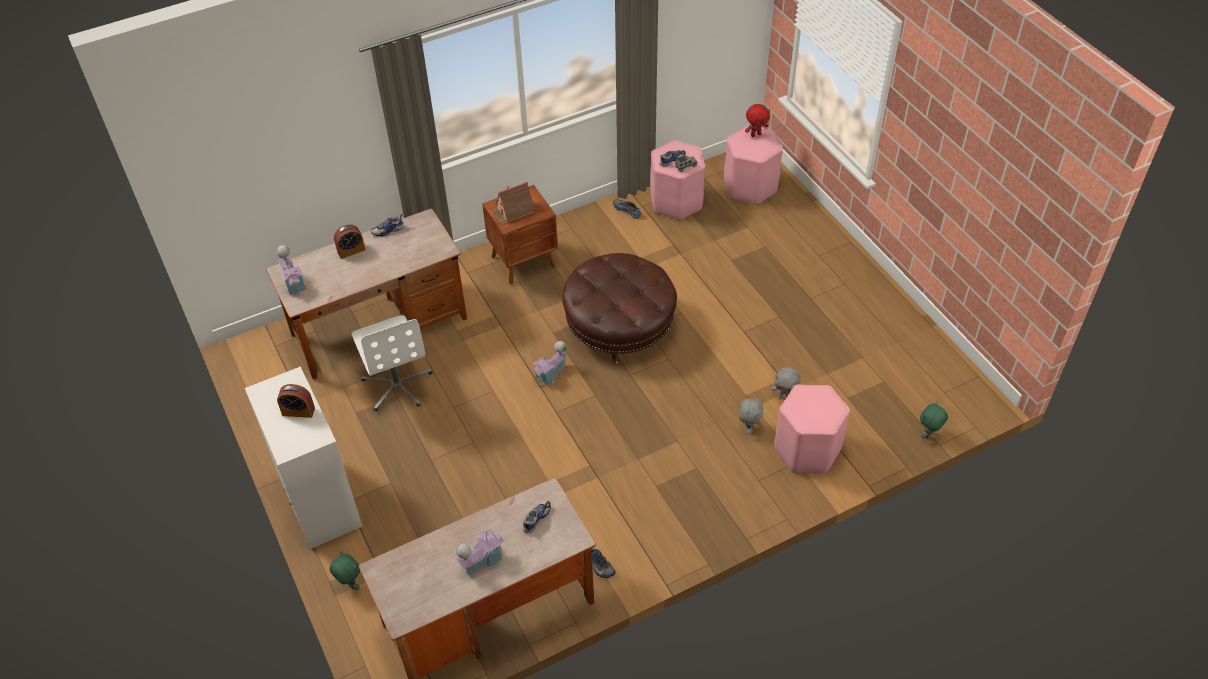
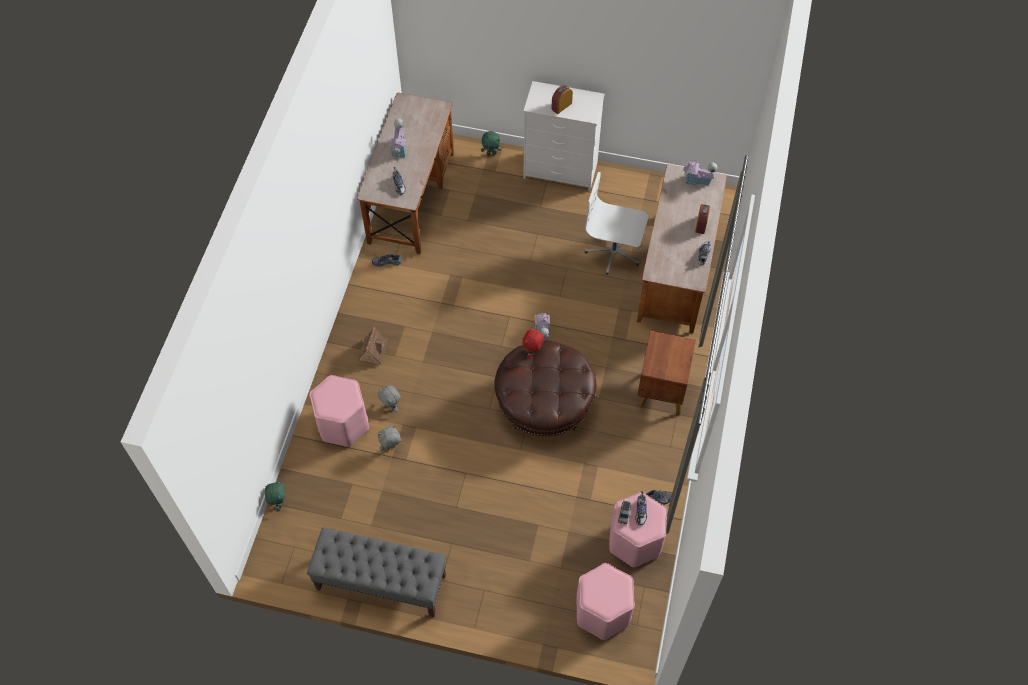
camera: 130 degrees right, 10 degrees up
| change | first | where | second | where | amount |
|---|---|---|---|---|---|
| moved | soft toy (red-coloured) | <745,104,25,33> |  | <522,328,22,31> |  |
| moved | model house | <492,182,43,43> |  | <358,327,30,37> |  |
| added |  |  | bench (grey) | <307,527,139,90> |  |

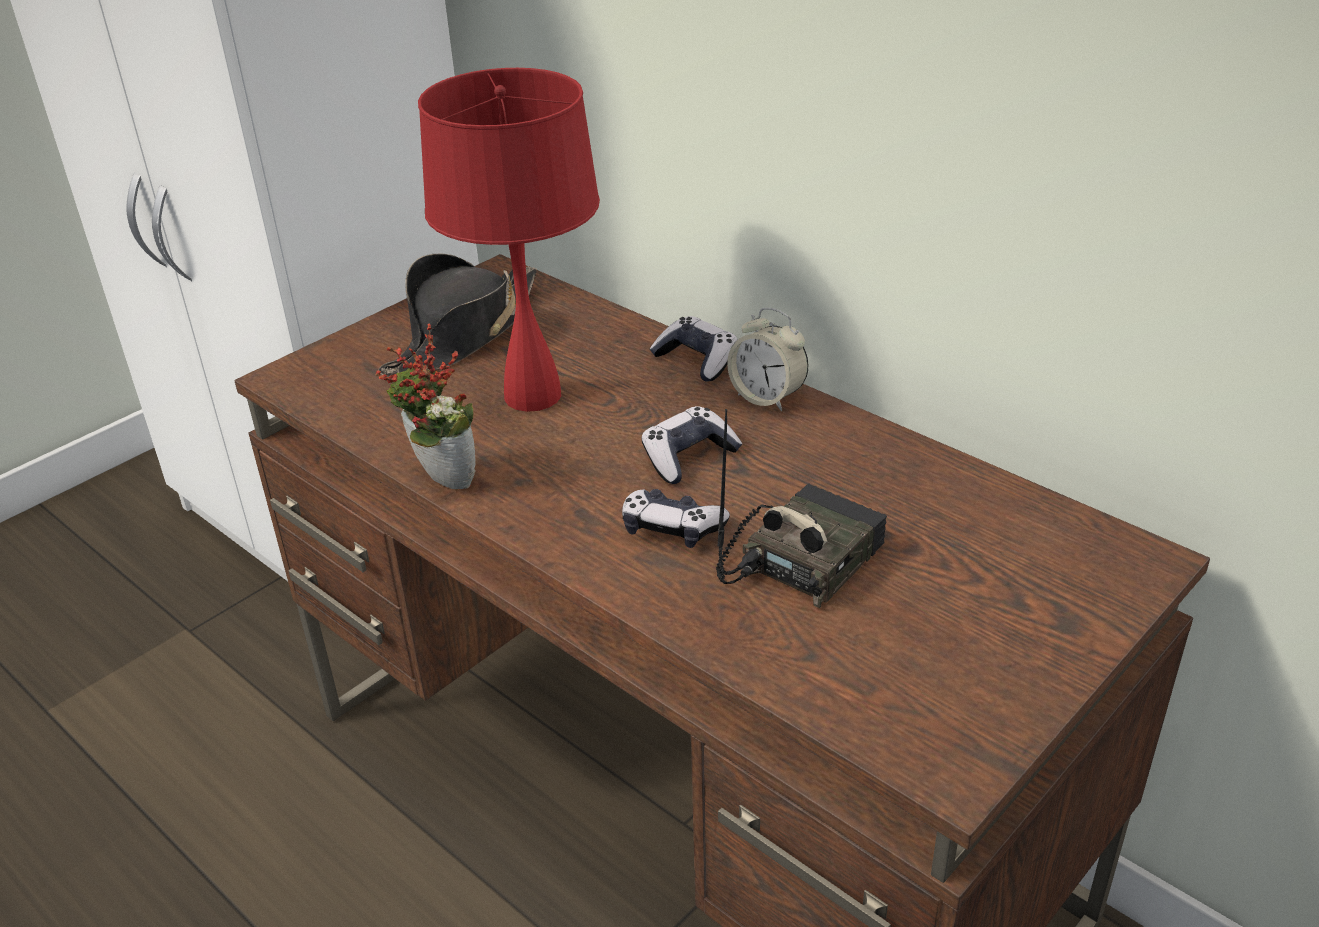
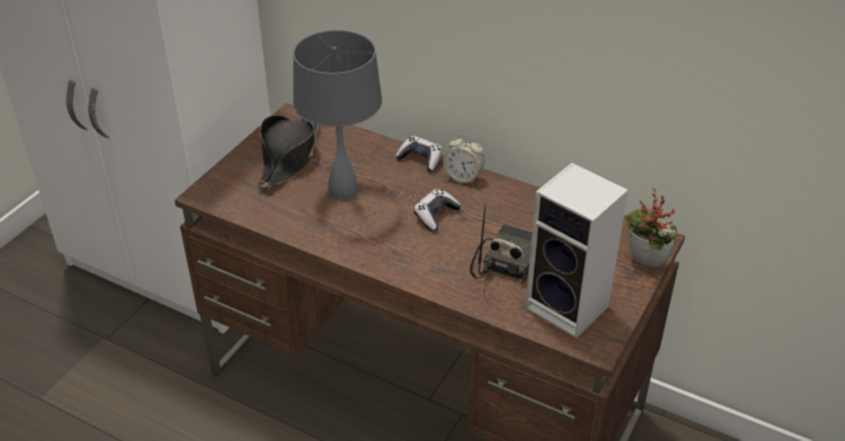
camera: 15 degrees left, 5 degrees up
| change | first | where | second | where | amount |
|---|---|---|---|---|---|
| recoloured | tabletop lamp (red-coloured) | <418,68,182,344> | tabletop lamp (grey) | <293,30,89,170> |  |
| moved | plant in a pot | <375,323,101,166> |  | <625,188,53,80> |  |
| removed | gamepad | <622,489,108,59> |  |  |  |
| added |  |  | loudspeaker | <525,163,103,175> |  |

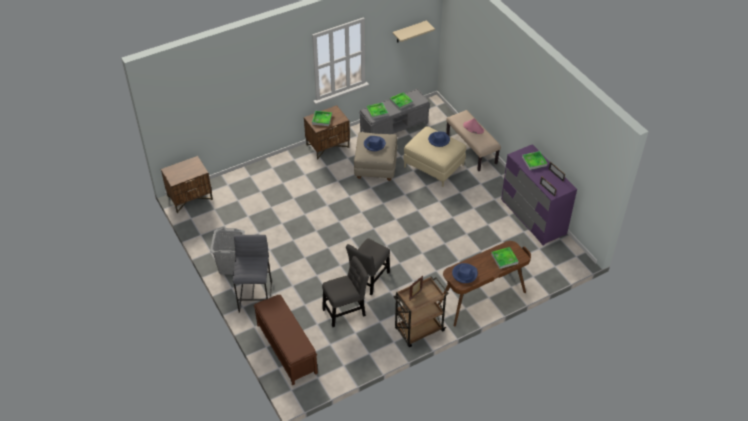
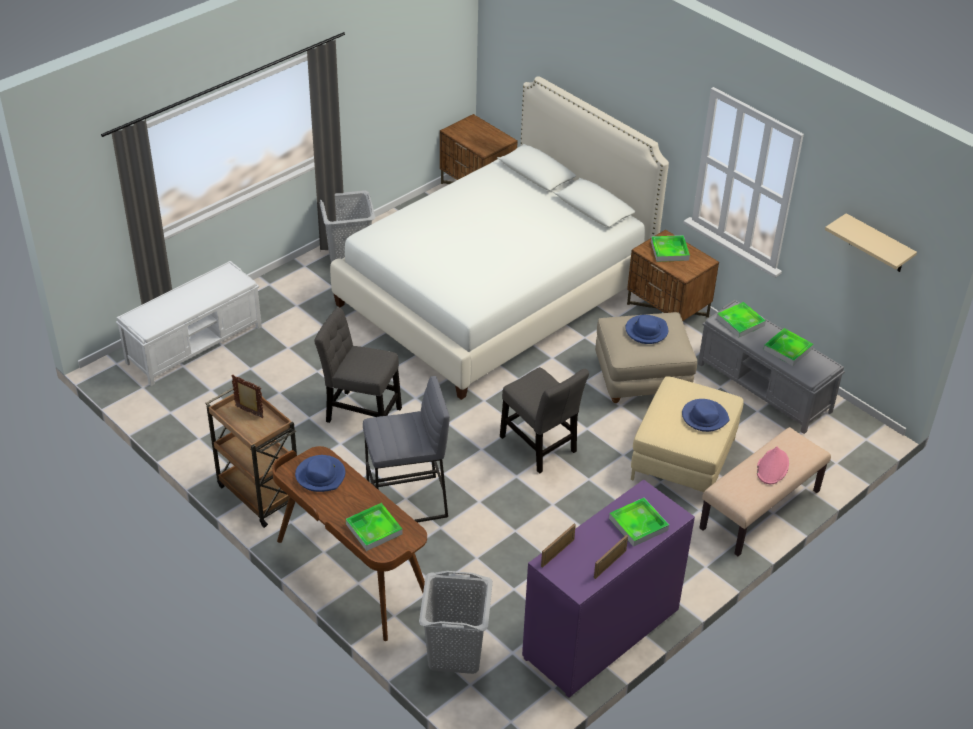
camera: 75 degrees right, 5 degrees down
| change | first | where | second | where | amount |
|---|---|---|---|---|---|
| moved | sitting stool (grey) | <233,235,39,78> |  | <363,376,87,147> |  |
| moved | chair (grey) | <322,256,47,71> |  | <500,367,89,107> |  |
| recoloured | bench (brownish) | <254,295,64,90> | bench (white) | <116,261,146,125> |  |
| added |  |  | bedroom bed (white) | <330,76,339,324> |  |
| added |  |  | washing basket (grey) | <419,571,74,103> |  |

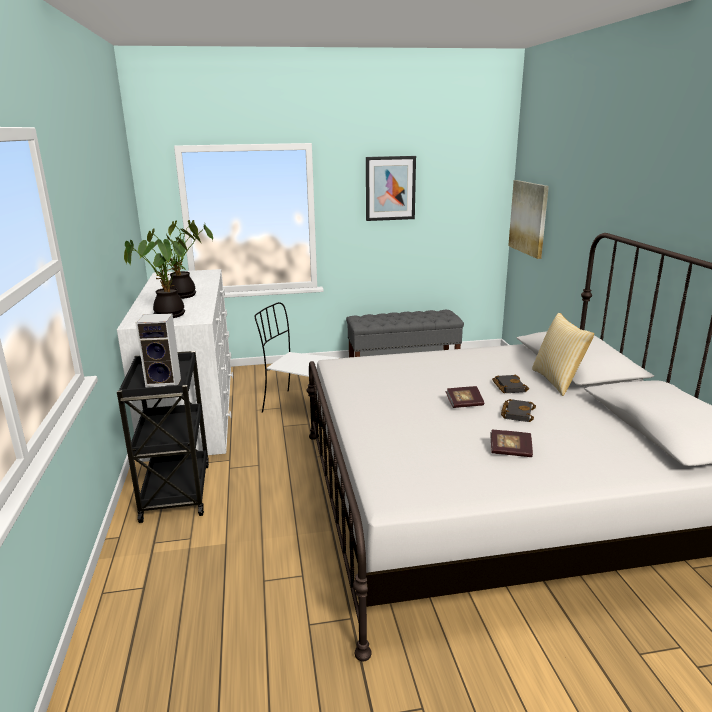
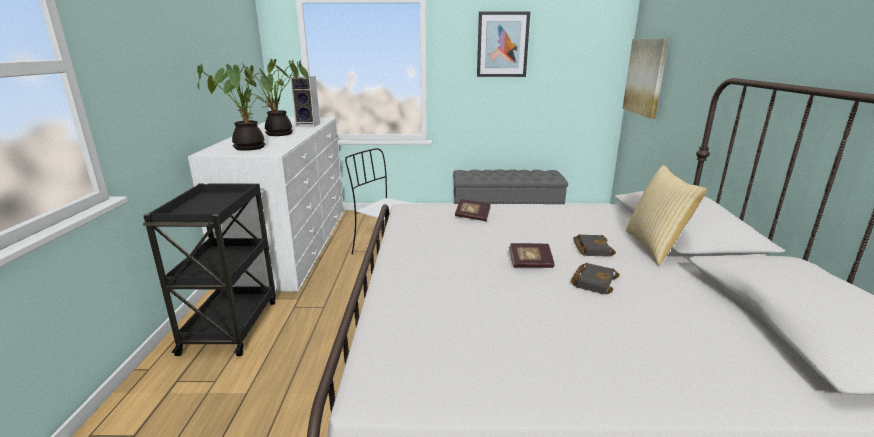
camera: 10 degrees right, 0 degrees up
| change | first | where | second | where | amount |
|---|---|---|---|---|---|
| moved | loudspeaker | <136,313,45,75> |  | <290,76,30,51> |  |
| moved | bound book | <490,430,43,27> |  | <455,199,36,22> |  |

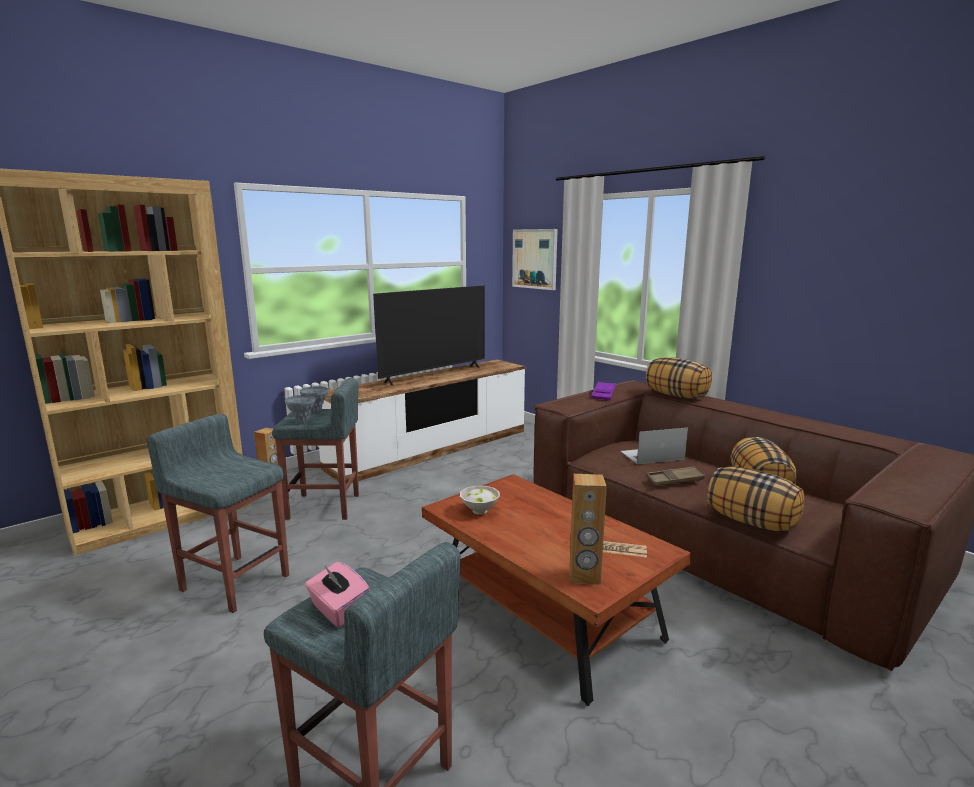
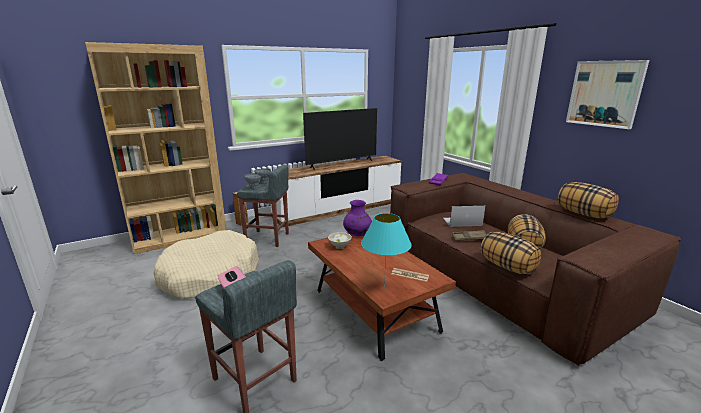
camera: 10 degrees right, 5 degrees up
| change | first | where | second | where | amount |
|---|---|---|---|---|---|
| moved | wall picture | <512,229,46,61> |  | <566,60,83,69> |  |
| moved | cushion | <645,357,67,42> |  | <557,182,62,36> |  |
| replaced | sitting stool (grey) | <147,414,142,199> | pet bed (beige-coloured) | <154,230,105,69> |  |
| replaced | loudspeaker (brownish) | <569,474,38,111> | tabletop lamp (turquoise-coloured) | <361,213,51,76> |  |
| added |  |  | decorative vase (purplish) | <343,200,29,37> |  |

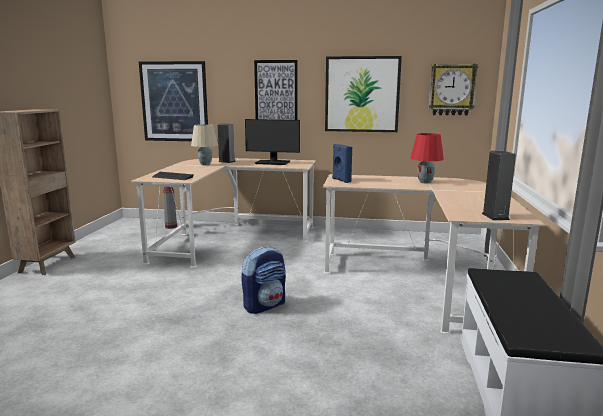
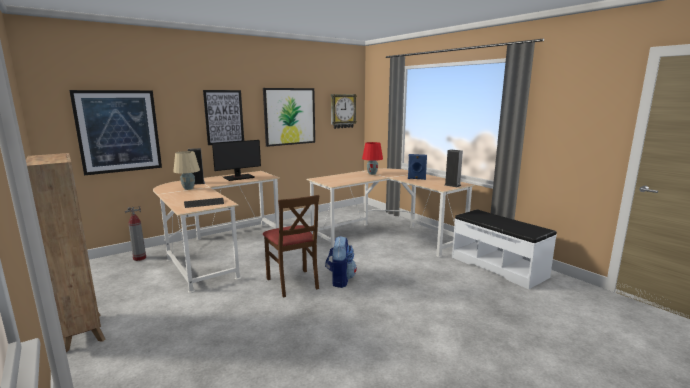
camera: 45 degrees left, 0 degrees up
| change | first | where | second | where | amount |
|---|---|---|---|---|---|
| moved | loudspeaker (blue) | <332,144,20,39> |  | <408,154,19,26> |  |
| added |  |  | chair (brownish) | <263,195,56,102> |  |

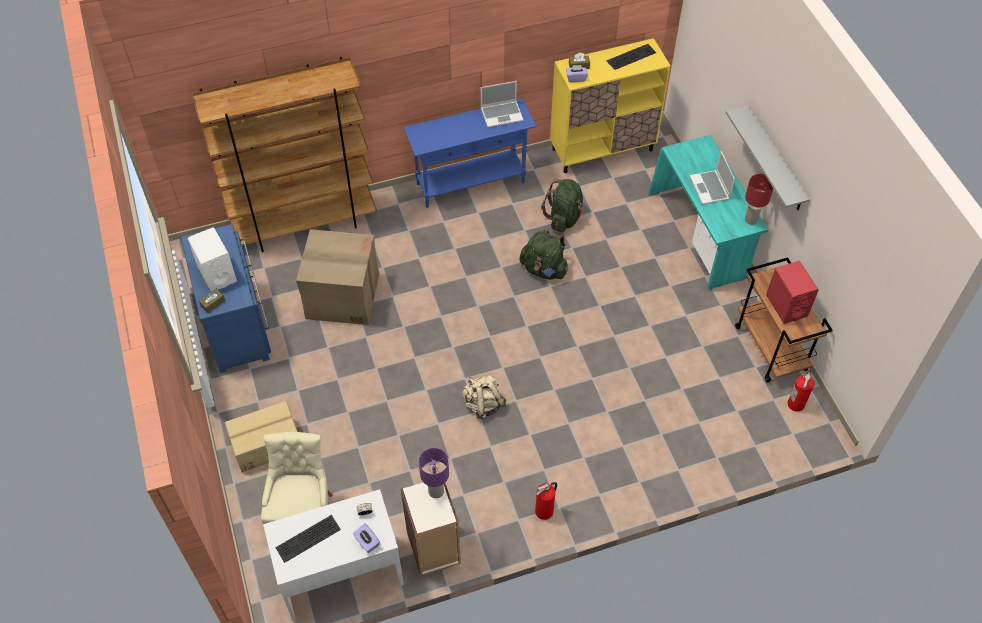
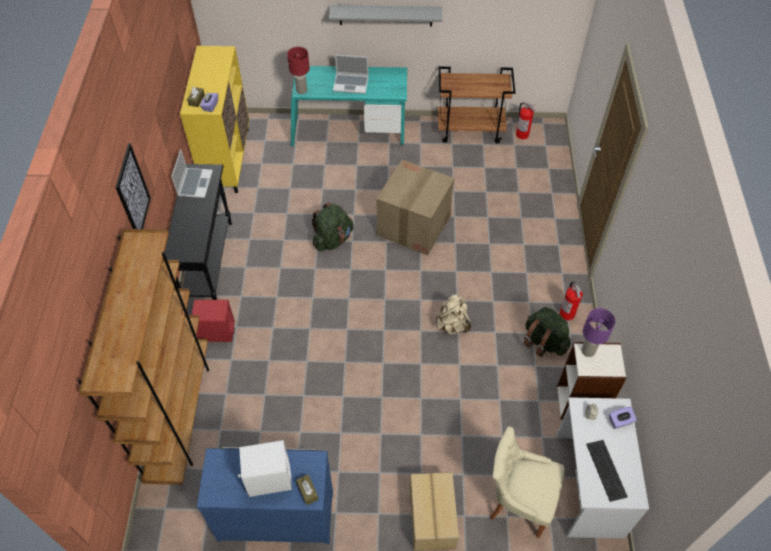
camera: 70 degrees left, 0 degrees up
| change | first | where | second | where | amount |
|---|---|---|---|---|---|
| removed | PC keyboard | <606,44,50,26> |  |  |  |
| recoloured | narrow table (blue) | <403,98,133,110> | narrow table (black-coloured) | <163,164,69,136> |  |
| moved | tabletop lamp (red-coloured) | <745,174,28,51> |  | <287,47,23,47> |  |
| moved | rucksack (green) | <541,179,44,53> |  | <524,307,47,50> |  |
| moved | carton | <296,229,83,96> |  | <376,160,79,95> |  |
| moved | loudspeaker (red-coloured) | <766,261,53,63> |  | <192,300,43,42> |  |
| added |  |  | wall picture | <115,143,36,86> |  |

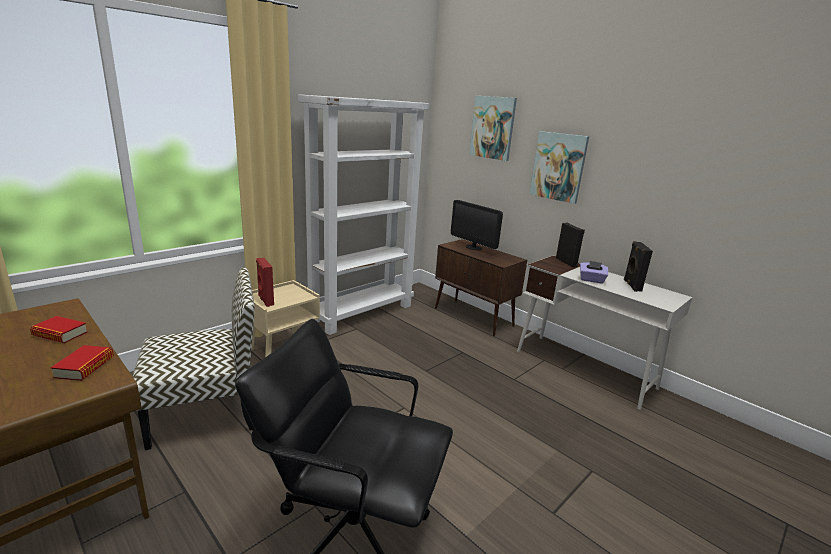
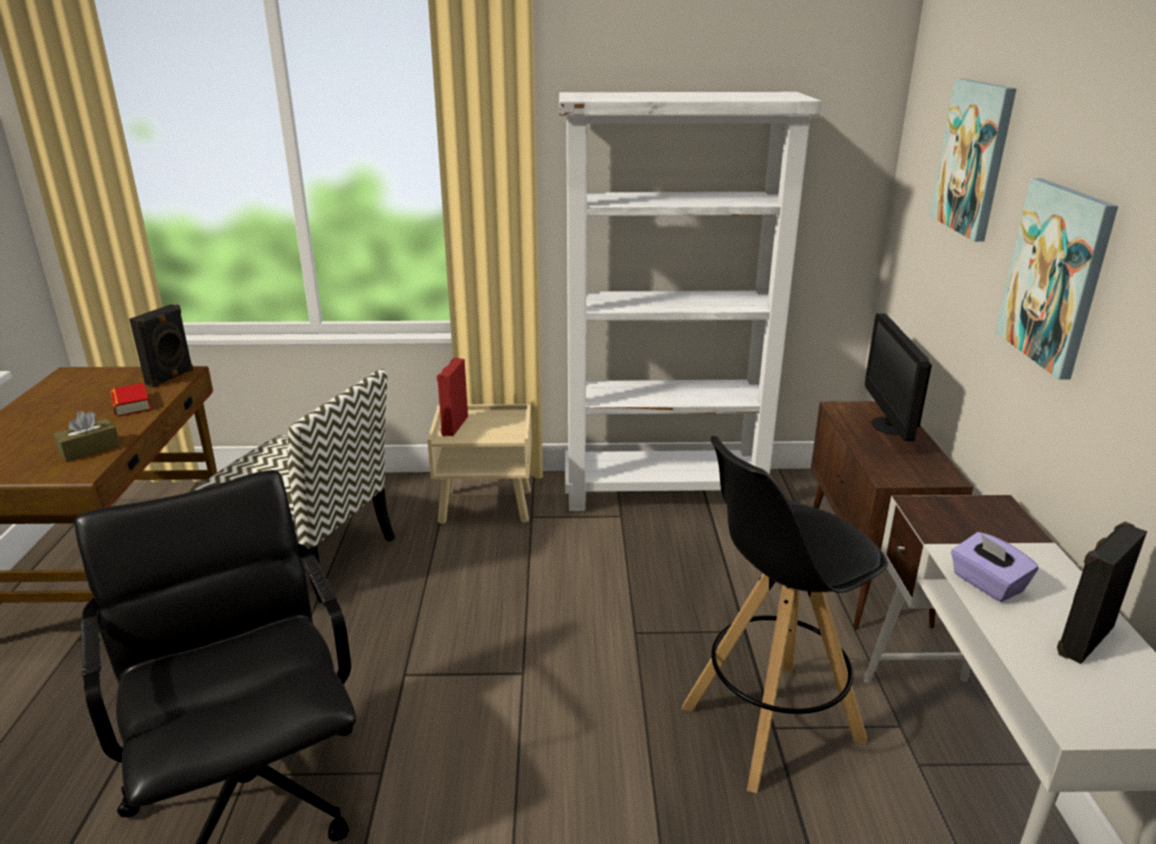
camera: 45 degrees right, 5 degrees up
| change | first | where | second | where | amount |
|---|---|---|---|---|---|
| moved | loudspeaker (black-coloured) | <556,223,29,44> |  | <129,304,65,83> |  |
| replaced | bound book | <51,345,63,36> | tissue box (brownish) | <53,411,67,51> |  |
| added |  |  | sitting stool (black-coloured) | <681,436,207,357> |  |

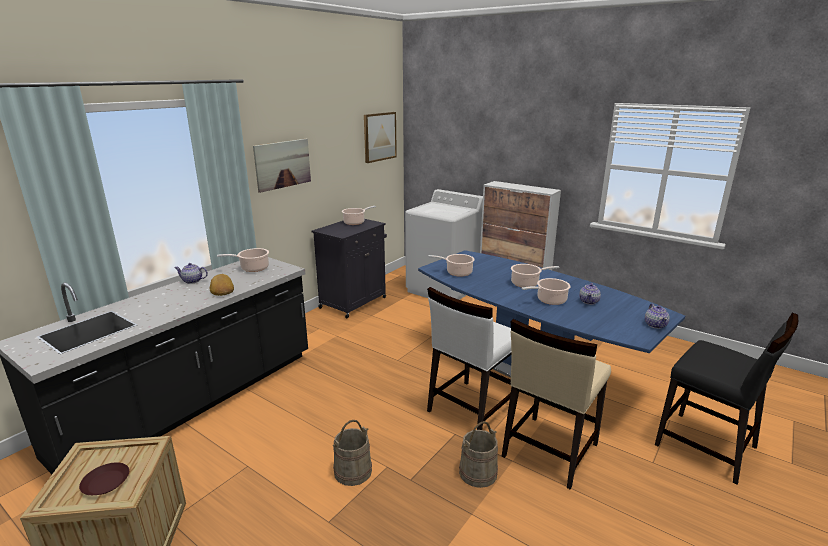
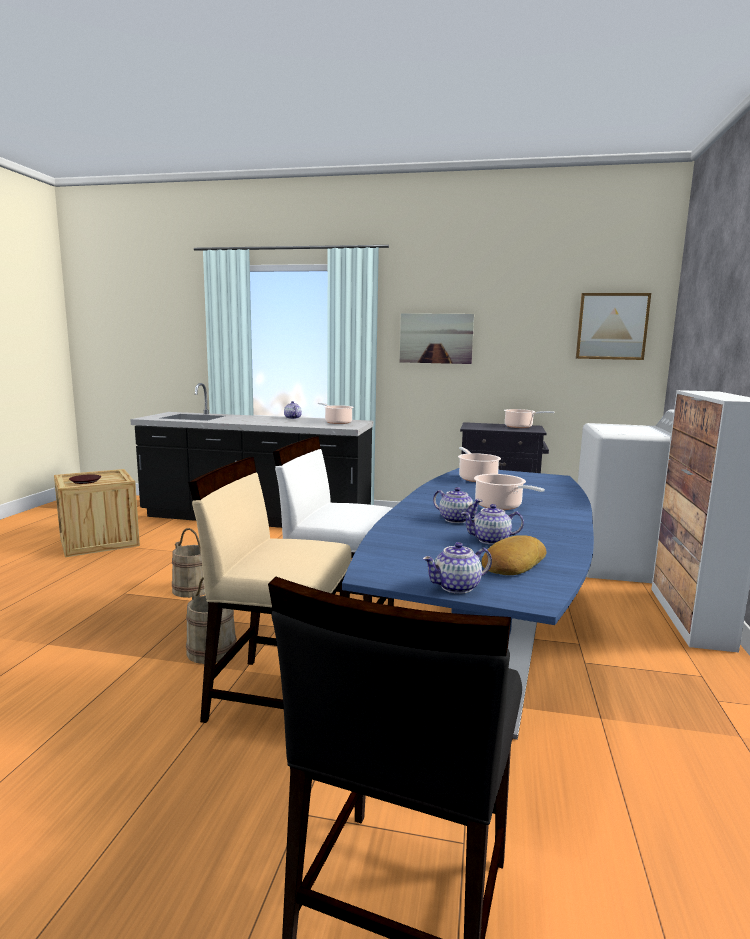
camera: 65 degrees right, 10 degrees down
| change | first | where | second | where | amount |
|---|---|---|---|---|---|
| moved | bread | <210,274,24,22> |  | <482,535,65,40> |  |
| replaced | saucepot | <522,278,49,27> | tea pot | <433,487,49,36> |  |

